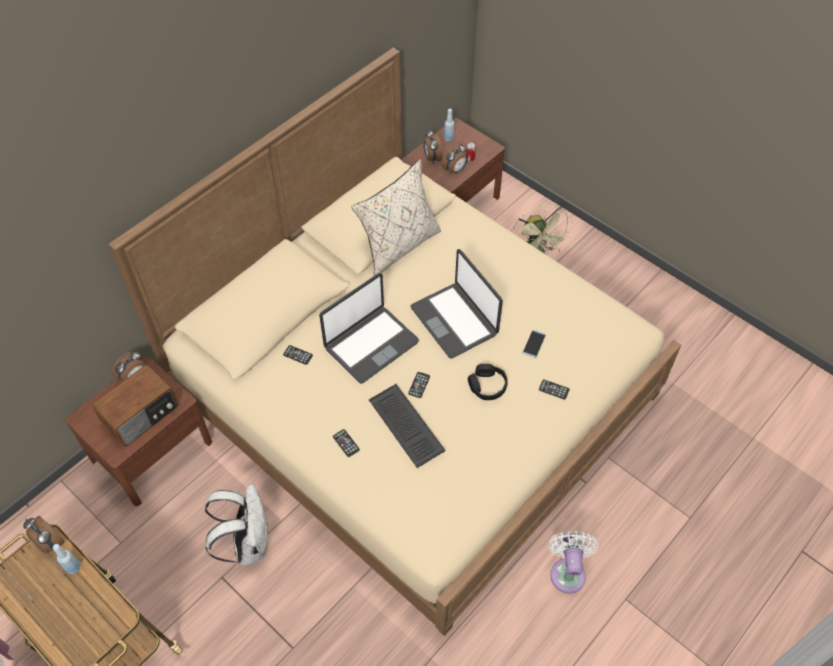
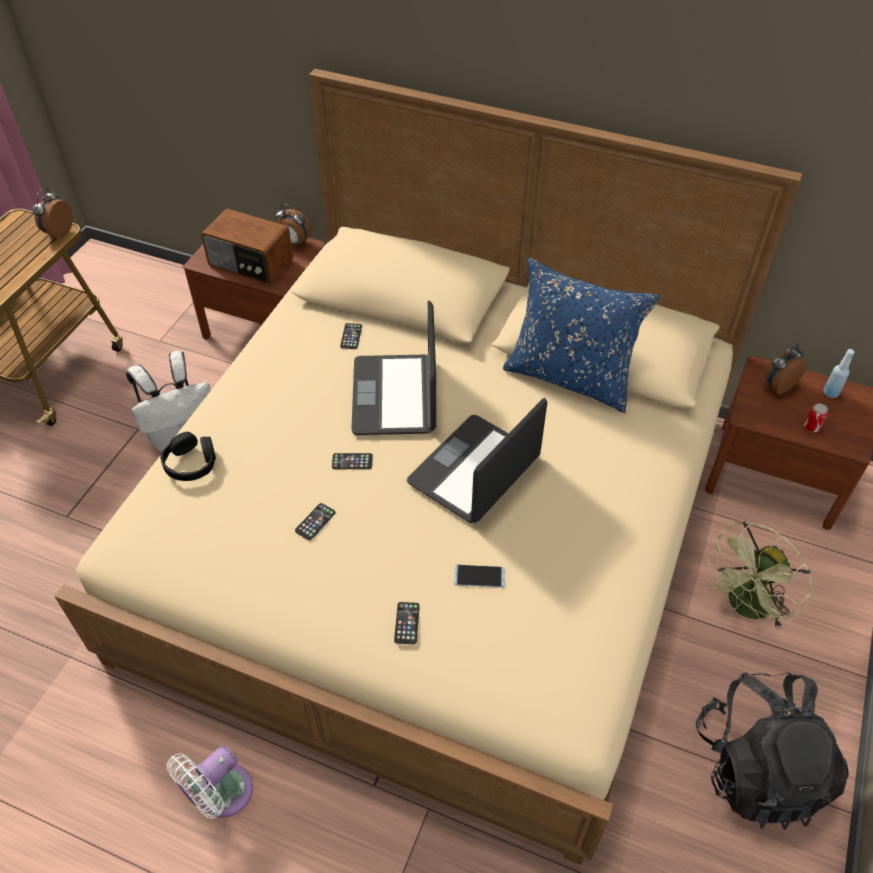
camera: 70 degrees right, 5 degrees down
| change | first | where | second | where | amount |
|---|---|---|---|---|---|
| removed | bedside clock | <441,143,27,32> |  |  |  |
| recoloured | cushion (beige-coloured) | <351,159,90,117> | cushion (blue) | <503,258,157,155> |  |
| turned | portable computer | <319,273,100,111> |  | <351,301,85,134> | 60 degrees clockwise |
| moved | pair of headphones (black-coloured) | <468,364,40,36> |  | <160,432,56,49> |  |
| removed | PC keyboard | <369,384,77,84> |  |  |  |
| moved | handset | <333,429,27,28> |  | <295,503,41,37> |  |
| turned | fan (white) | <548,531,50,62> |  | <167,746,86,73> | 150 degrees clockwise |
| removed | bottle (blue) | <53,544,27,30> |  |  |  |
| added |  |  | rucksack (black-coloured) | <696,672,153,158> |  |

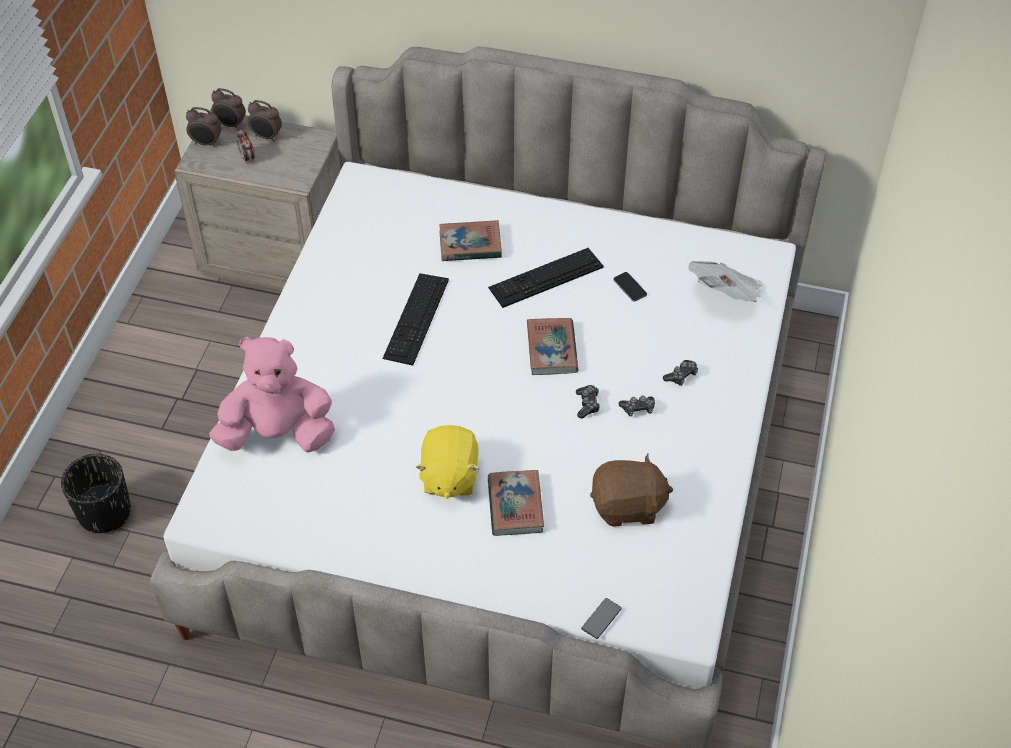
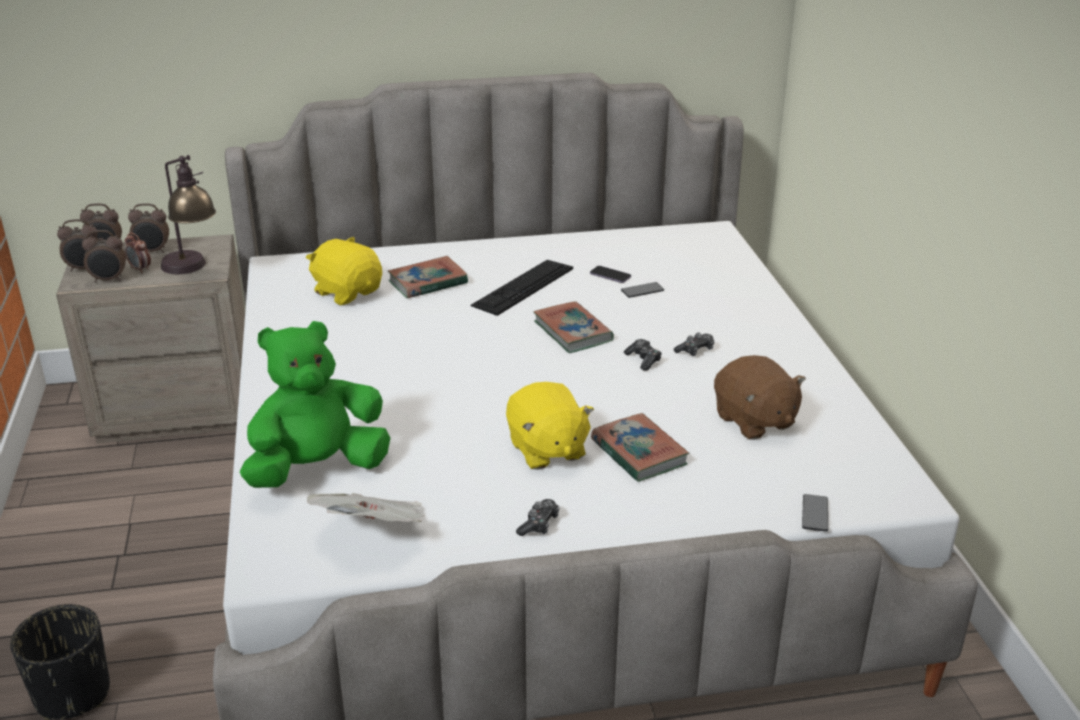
camera: 25 degrees left, 20 degrees down
| change | first | where | second | where | amount |
|---|---|---|---|---|---|
| moved | daily paper | <688,261,75,41> |  | <307,493,117,29> |  |
| removed | PC keyboard | <383,273,66,93> |  |  |  |
| recoloured | soft toy (pinkish) | <209,337,126,115> | soft toy (green) | <240,321,150,167> |  |
| moved | gamepad | <663,360,35,26> |  | <516,499,43,37> |  |
| turned | soft toy (brownish) | <590,453,83,74> |  | <714,355,92,85> | 90 degrees clockwise |
| added |  |  | tabletop lamp | <161,155,55,119> |  |
| added |  |  | bedside clock | <82,230,44,53> |  |
| added |  |  | soft toy (yellow) | <306,236,76,69> |  |
| added |  |  | handset | <621,282,43,16> |  |

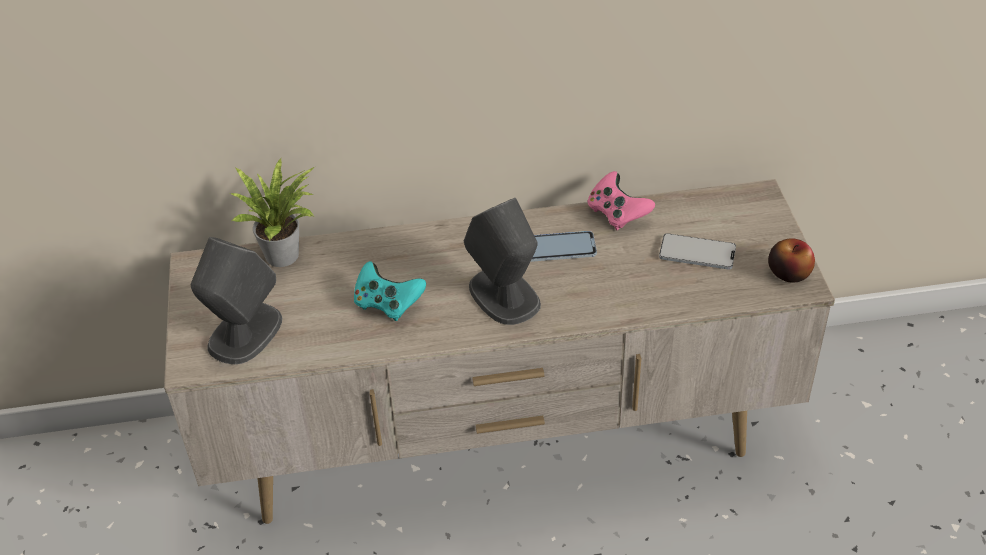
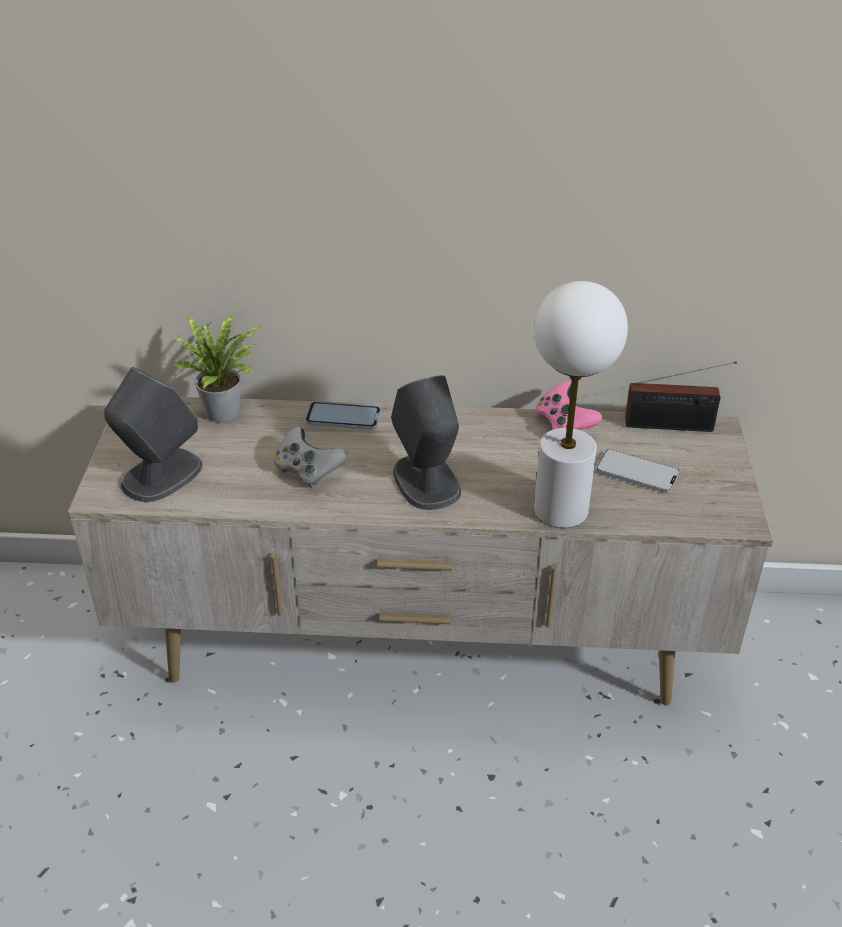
camera: 10 degrees right, 5 degrees down
| change | first | where | second | where | amount |
|---|---|---|---|---|---|
| moved | handset | <531,231,66,31> |  | <305,402,76,28> |  |
| removed | apple fruit | <768,238,47,45> |  |  |  |
| recoloured | gamepad (turquoise-coloured) | <354,261,72,60> | gamepad (grey) | <274,426,74,62> |  |
| added |  |  | tabletop lamp (white) | <534,281,94,247> |  |
| added |  |  | radio | <625,362,112,70> |  |

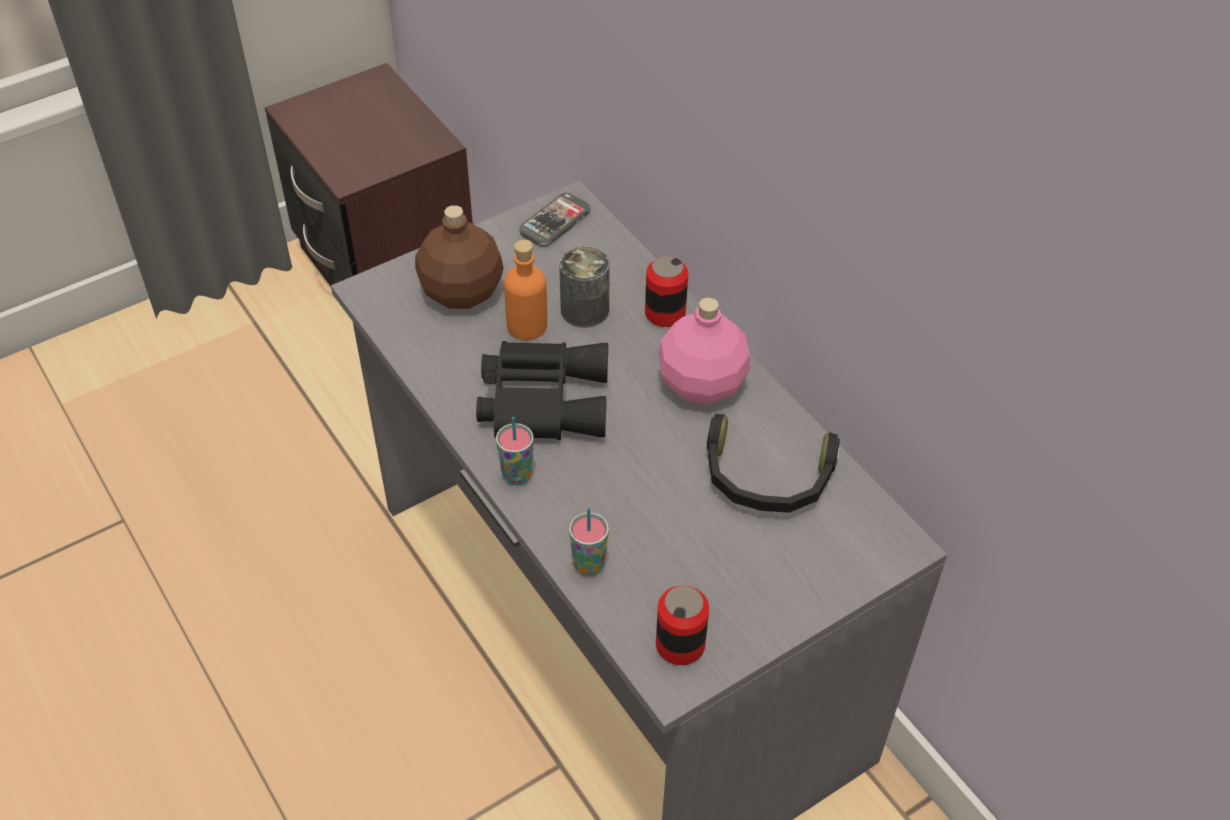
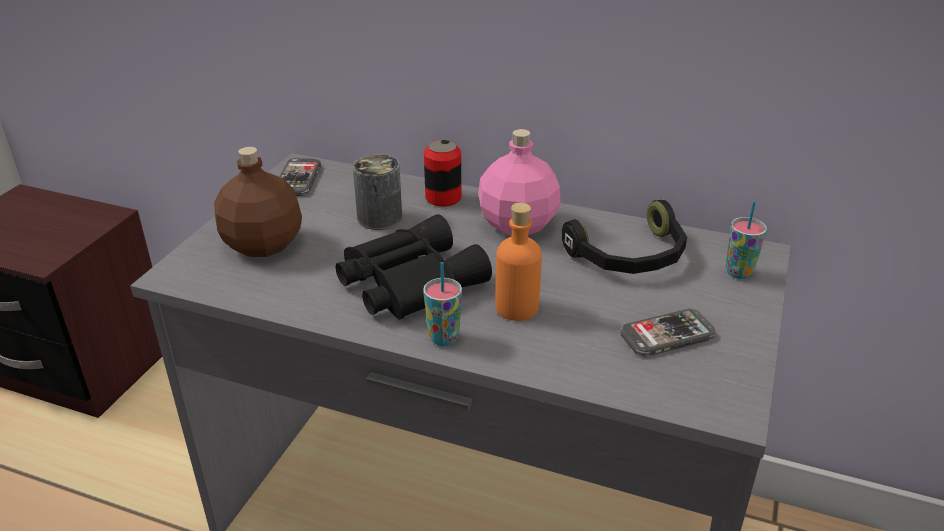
camera: 35 degrees left, 15 degrees down
| change | first | where | second | where | amount |
|---|---|---|---|---|---|
| moved | bottle (orangey) | <504,240,43,100> |  | <495,203,47,118> |  |
| moved | drinking cup | <569,508,40,68> |  | <726,201,41,78> |  |
| removed | sealed can | <656,586,53,79> |  |  |  |
| added |  |  | handset | <620,309,96,48> |  |

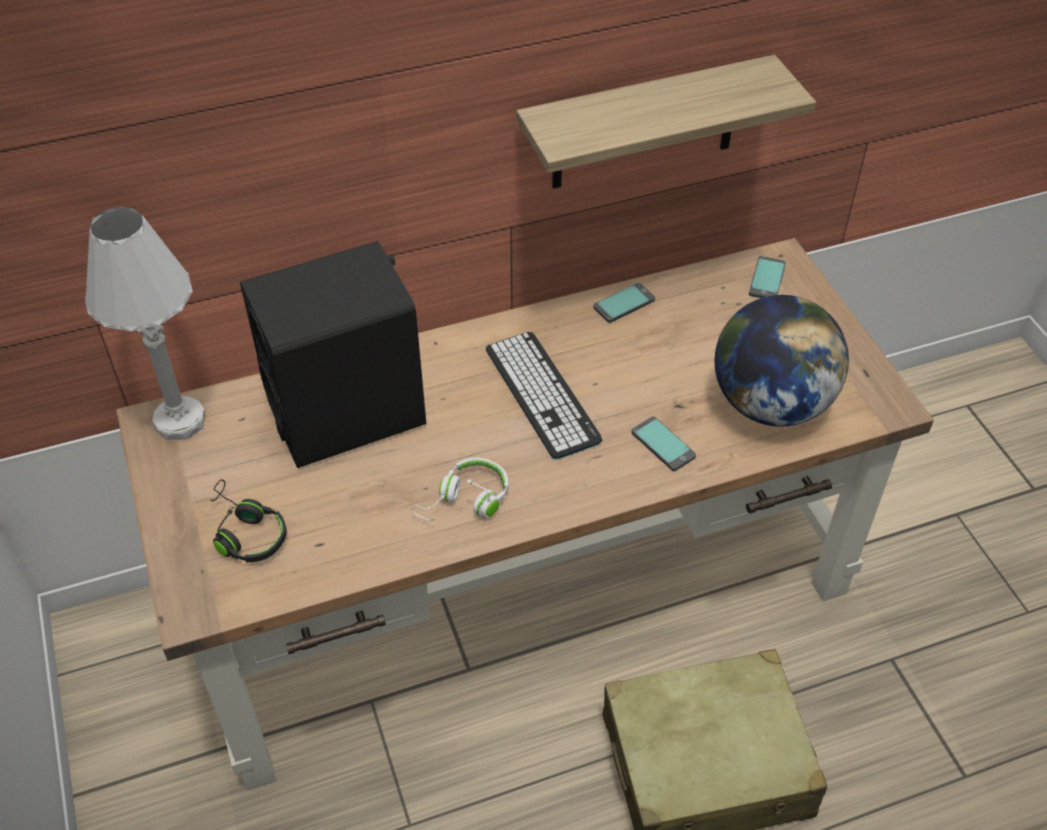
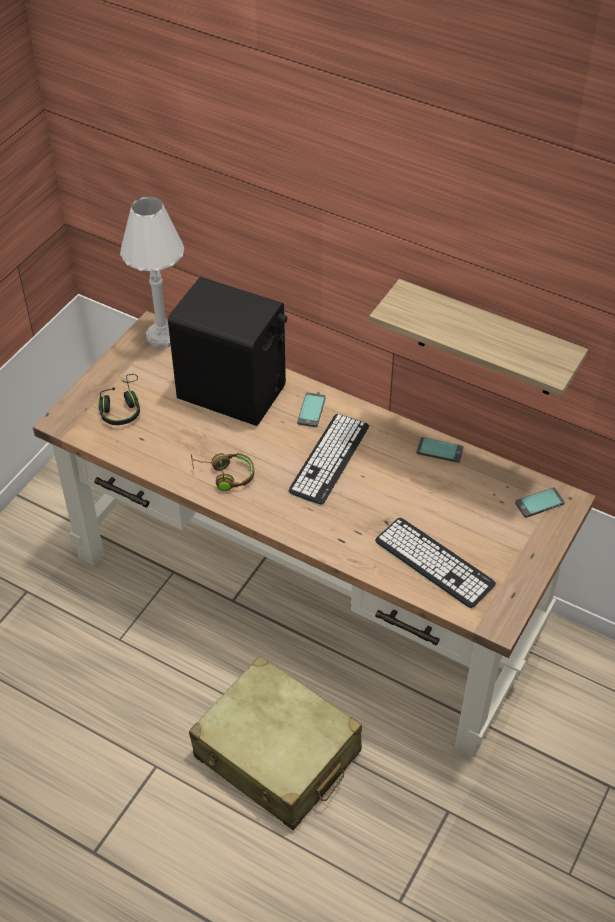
camera: 50 degrees right, 0 degrees up
| change | first | where | second | where | amount |
|---|---|---|---|---|---|
| replaced | globe | <715,295,134,132> | PC keyboard | <375,518,121,90> |  |
| moved | handset | <631,416,65,55> |  | <297,392,29,35> |  |
| recoloured | pair of headphones (white) | <412,458,96,63> | pair of headphones (brownish) | <191,453,63,38> |  |

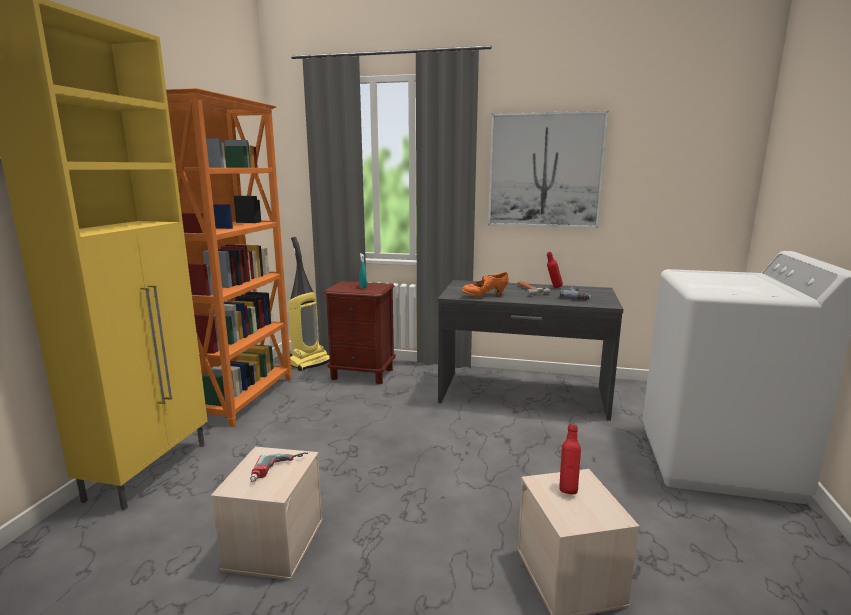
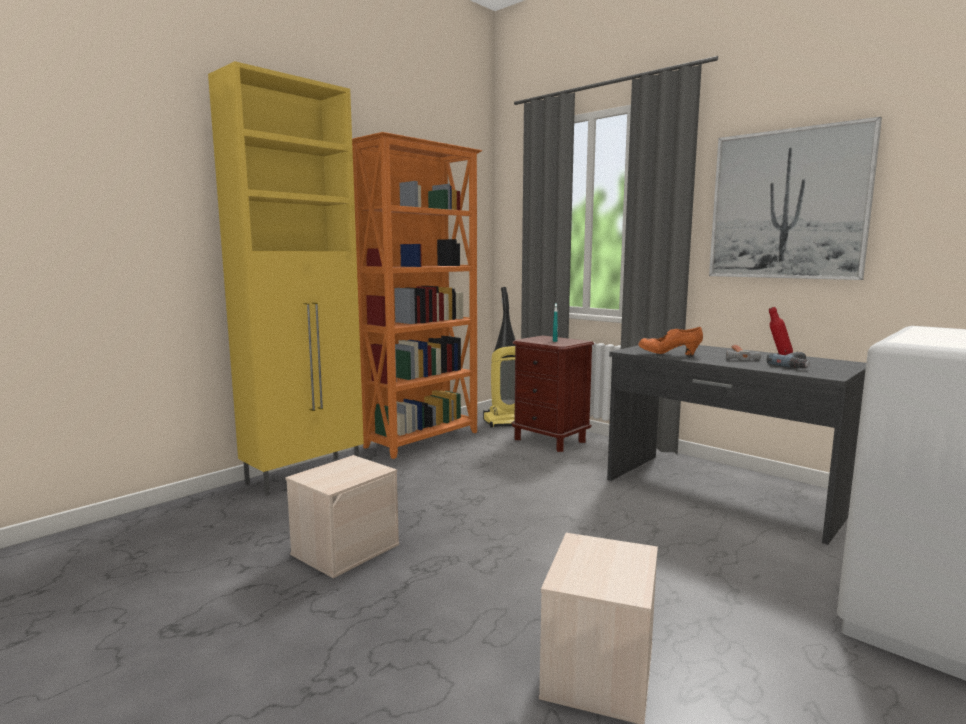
camera: 30 degrees right, 5 degrees down
| change | first | where | second | where | amount |
|---|---|---|---|---|---|
| removed | bottle (red-coloured) | <560,424,21,70> |  |  |  |
| removed | power drill | <250,452,58,30> |  |  |  |

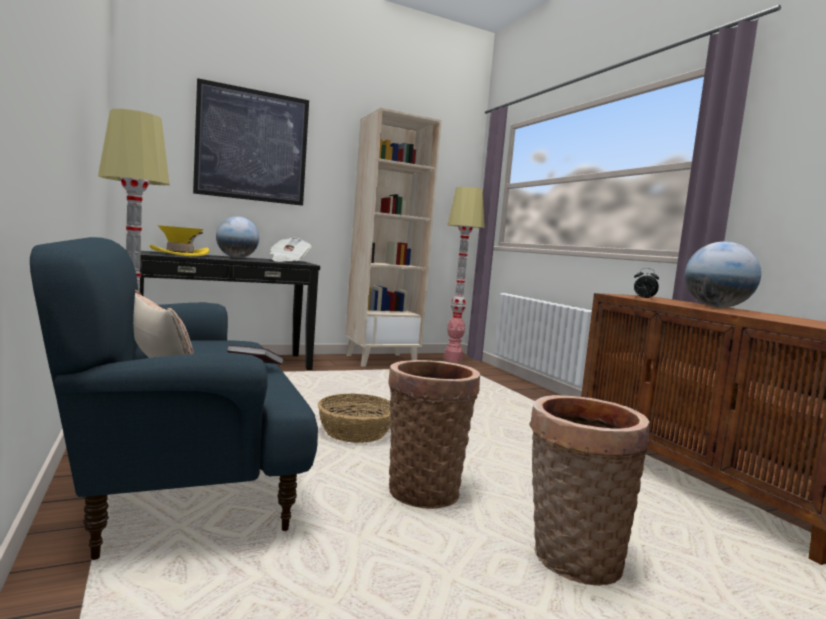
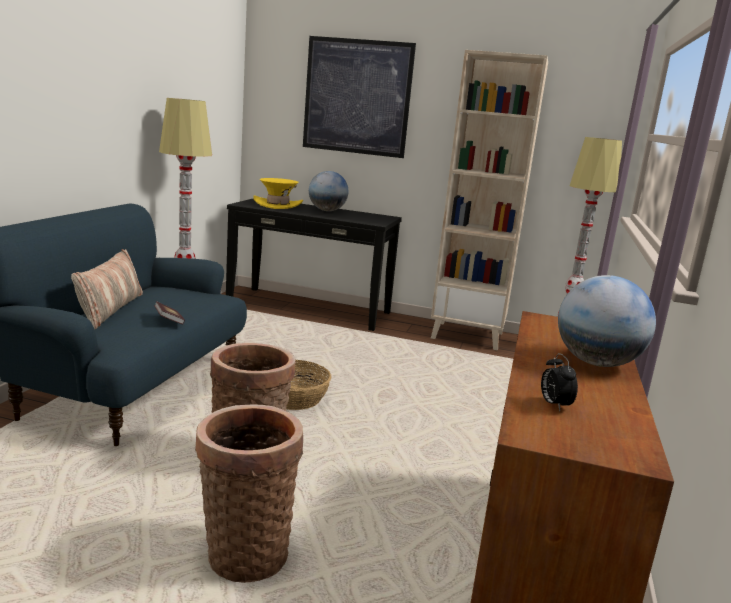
camera: 40 degrees right, 10 degrees up
| change | first | where | second | where | amount |
|---|---|---|---|---|---|
| removed | daily paper | <270,238,42,24> |  |  |  |
| moved | bedside clock | <634,268,25,31> |  | <541,353,37,58> |  |

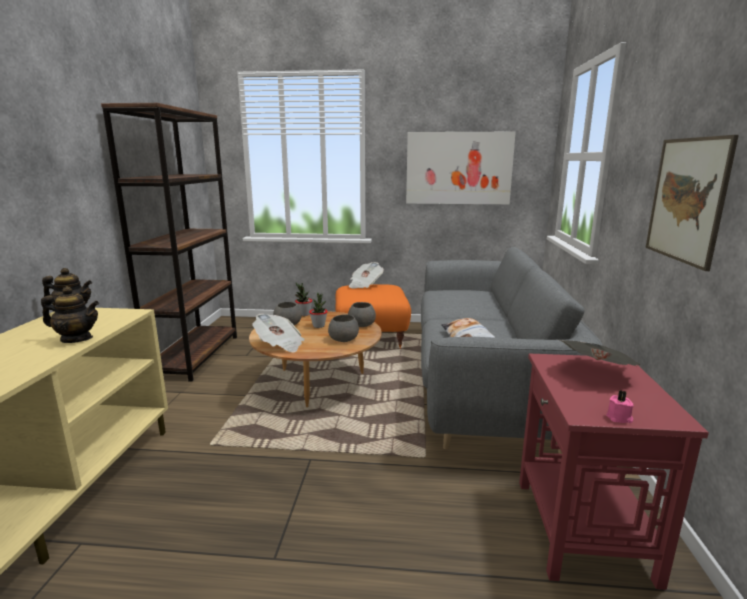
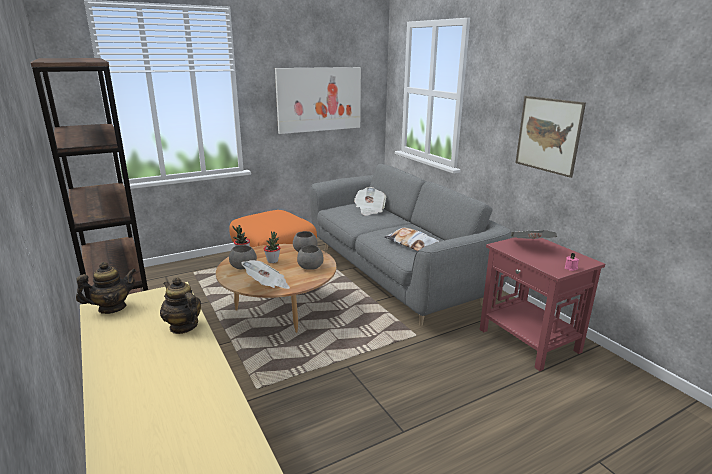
camera: 35 degrees left, 5 degrees up
| change | first | where | second | where | amount |
|---|---|---|---|---|---|
| moved | daily paper | <349,262,35,26> |  | <354,187,32,28> |  |
| turned | tea pot | <41,286,58,57> |  | <160,277,41,57> | 105 degrees counterclockwise |

